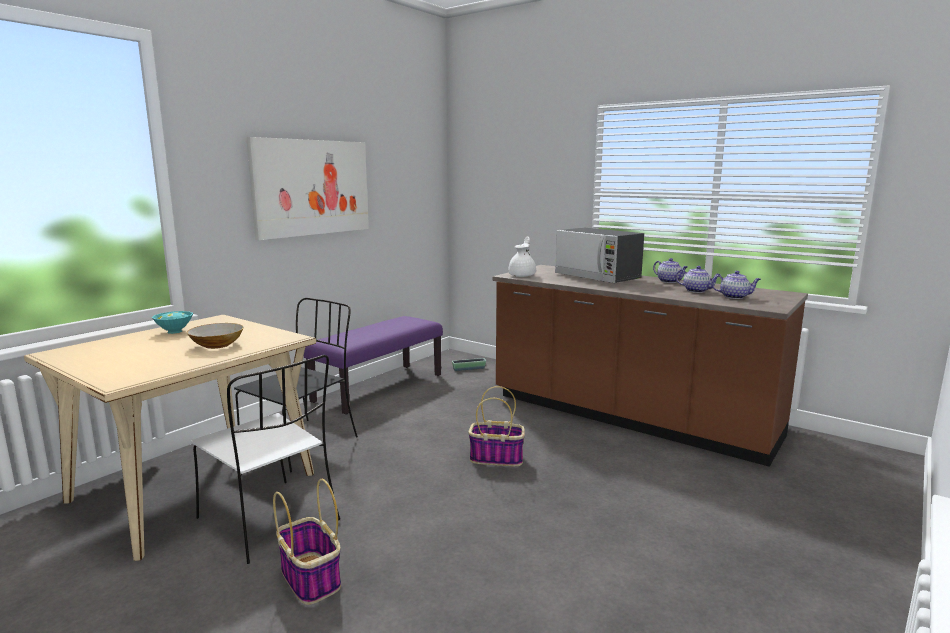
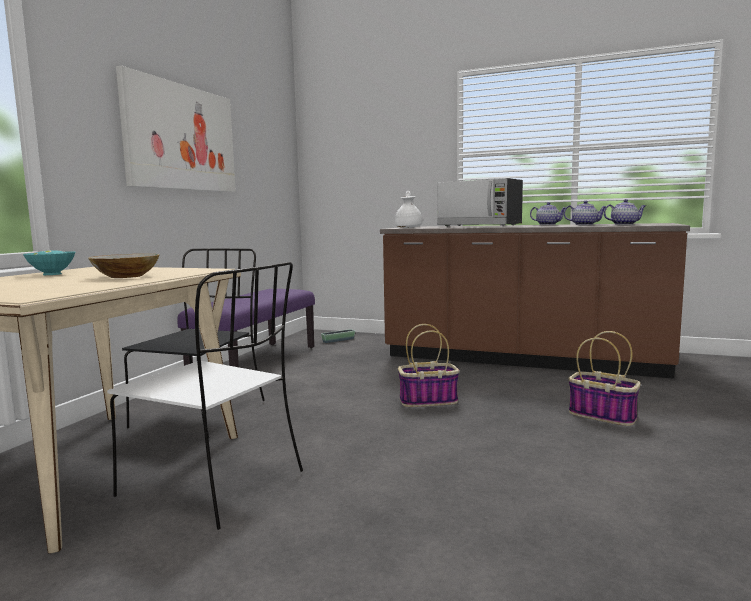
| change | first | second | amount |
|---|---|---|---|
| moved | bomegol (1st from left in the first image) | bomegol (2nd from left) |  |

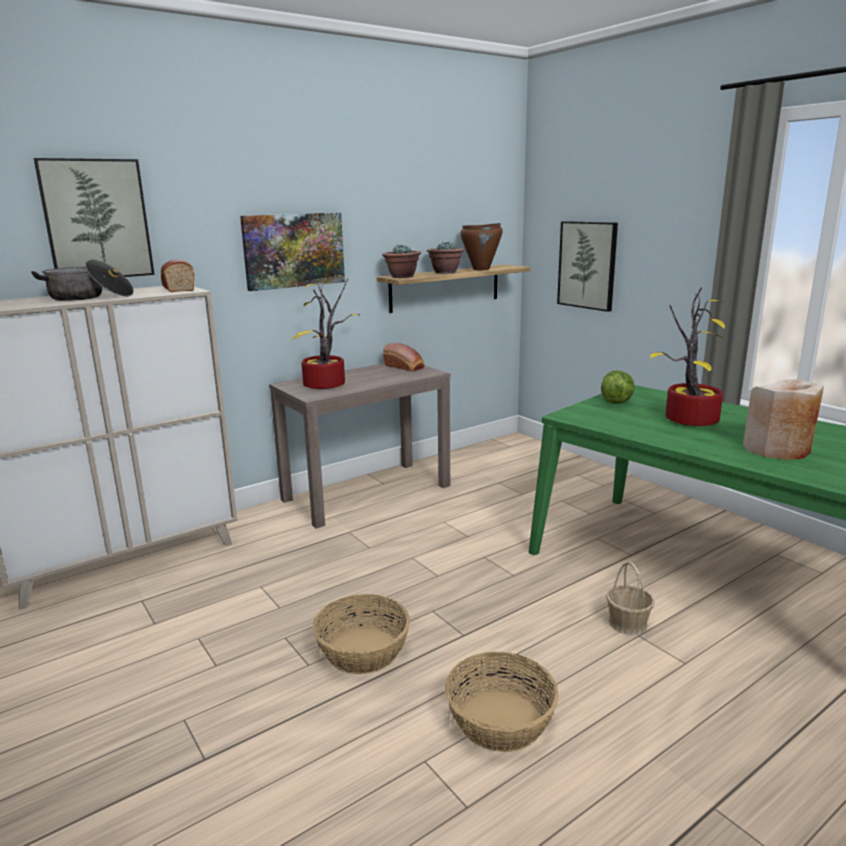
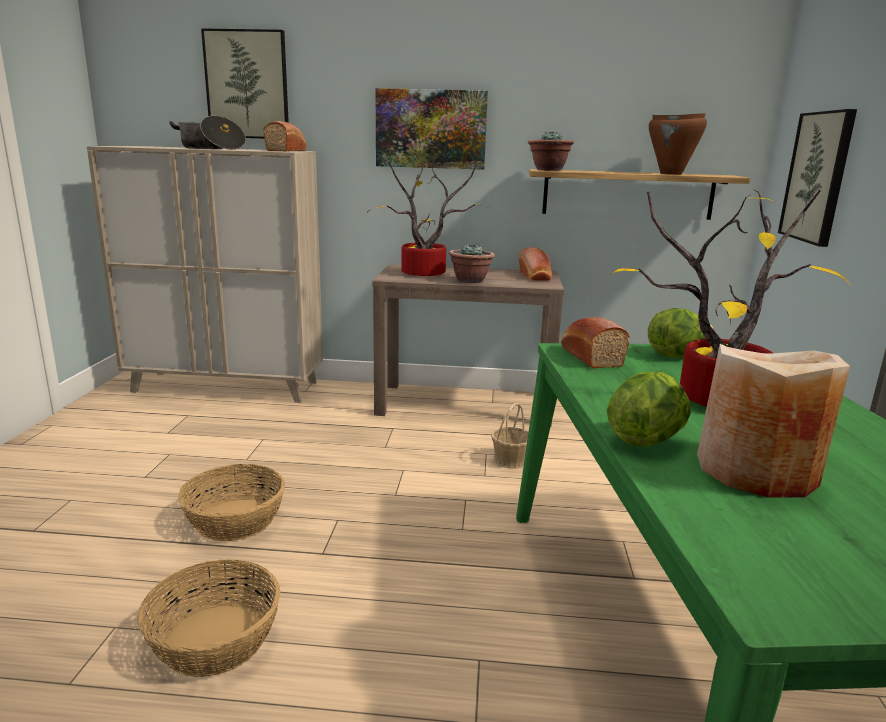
| change | first | second | amount |
|---|---|---|---|
| moved | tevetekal (3rd from left in the first image) | tevetekal (2nd from left) |  |
| moved | bomegol (3rd from left) |  |  |
| added |  | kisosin (3rd from left) |  |
| added |  | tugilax (1st from left) |  |

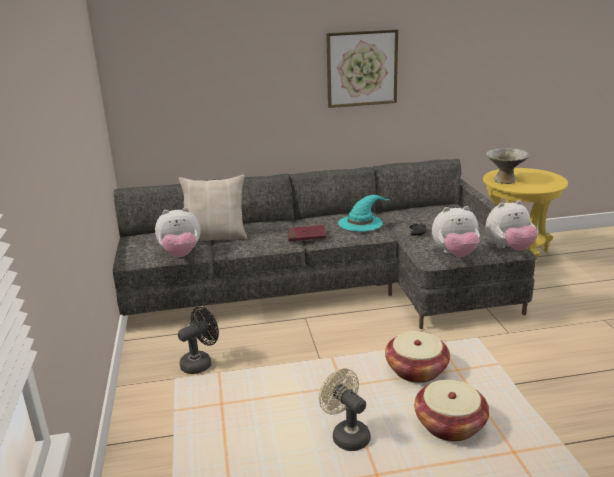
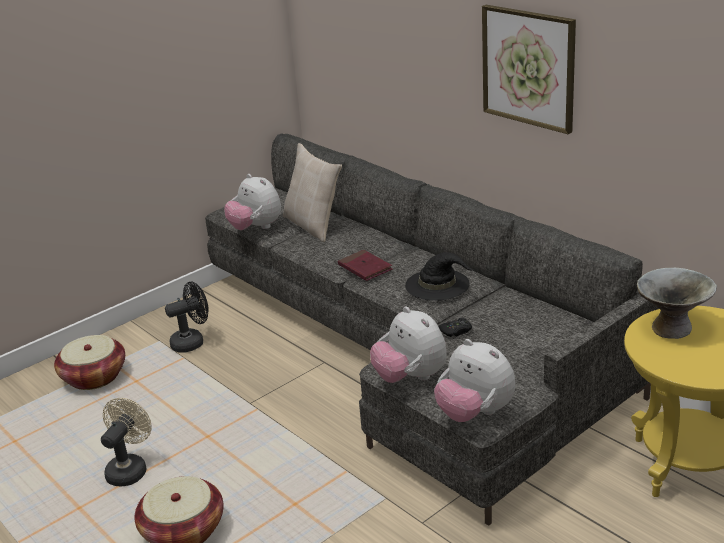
| change | first | second | amount |
|---|---|---|---|
| recoloured | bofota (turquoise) | bofota (black) |  |
| turned | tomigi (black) |  | 45 degrees counterclockwise |
| moved | bomegol (1st from left) |  |  |

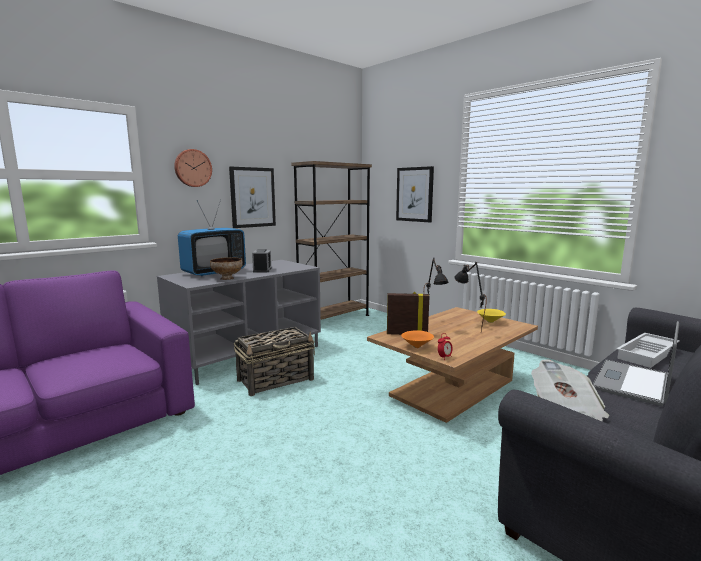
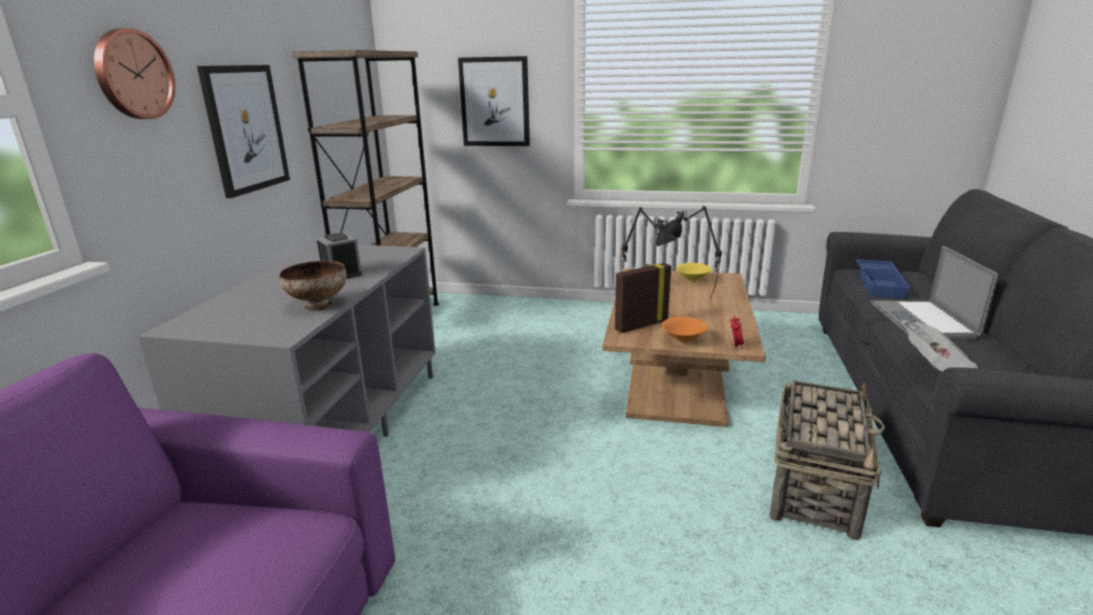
| change | first | second | amount |
|---|---|---|---|
| removed | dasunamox |  |  |
| moved | bomegol |  |  |
| recoloured | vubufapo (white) | vubufapo (blue) |  |

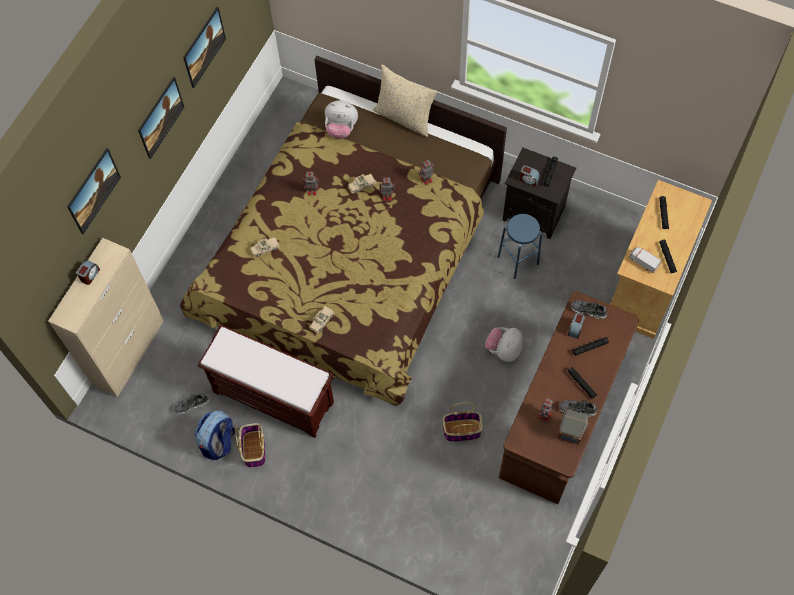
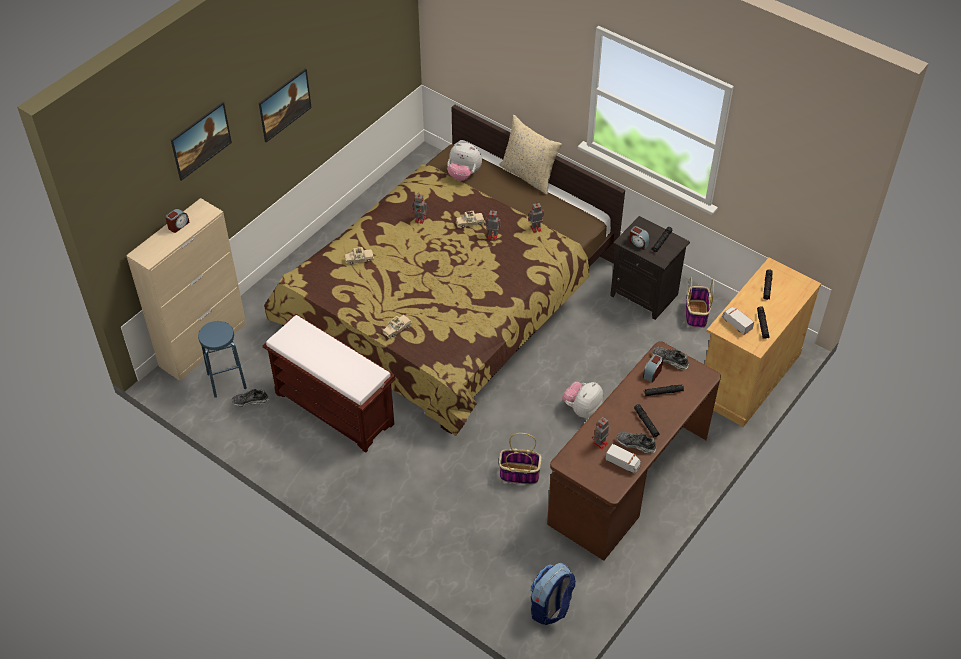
| change | first | second | amount |
|---|---|---|---|
| removed | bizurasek (3rd from left) |  |  |
| moved | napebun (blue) |  |  |
| replaced | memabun | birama (1st from left) |  |
| moved | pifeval |  |  |
| moved | bomegol (1st from left in the first image) | bomegol (2nd from left) |  |

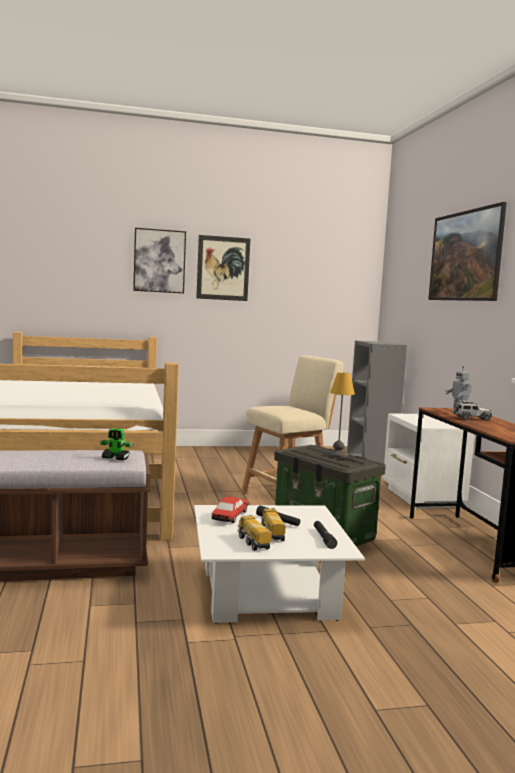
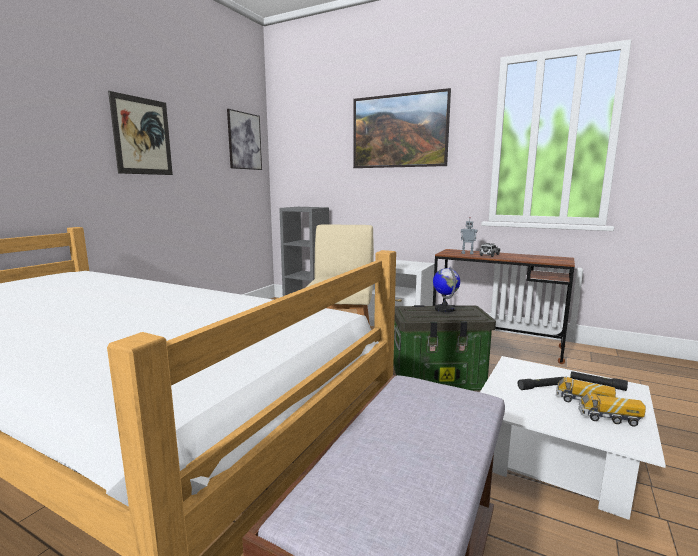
| change | first | second | amount |
|---|---|---|---|
| moved | bizurasek (1st from left in the first image) | bizurasek (2nd from left) |  |
| replaced | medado | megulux |  |
| removed | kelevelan (1st from left) |  |  |
| removed | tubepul (1st from left) |  |  |

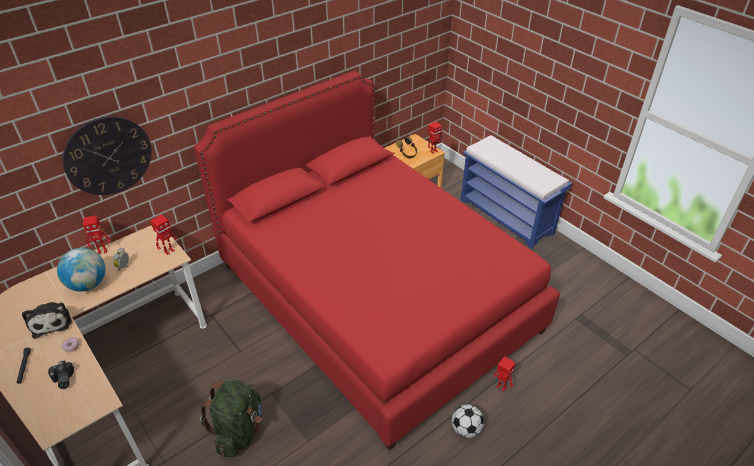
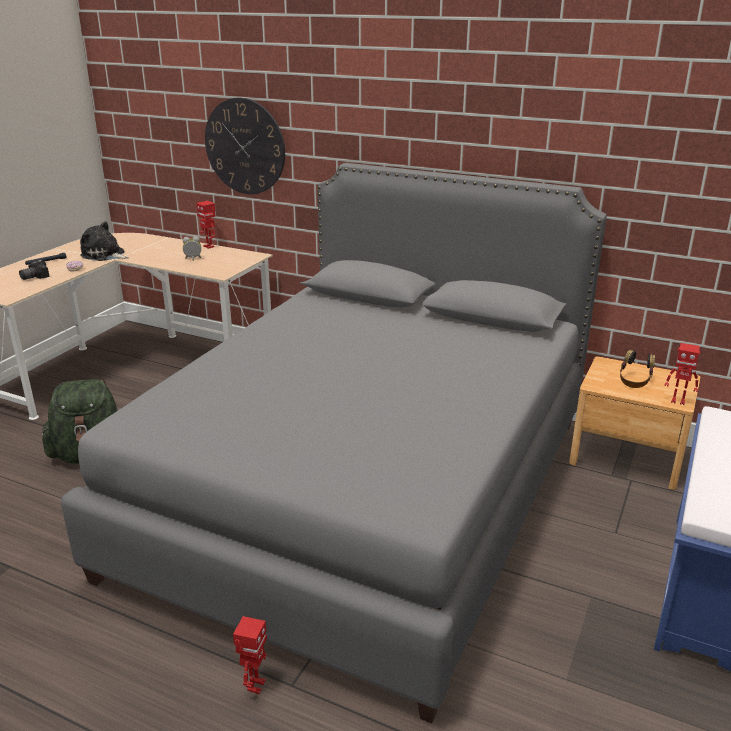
| change | first | second | amount |
|---|---|---|---|
| recoloured | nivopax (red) | nivopax (grey) |  |
| removed | kelevelan (2nd from left) |  |  |
| removed | megulux |  |  |
| turned | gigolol |  | 75 degrees clockwise |
| removed | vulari |  |  |

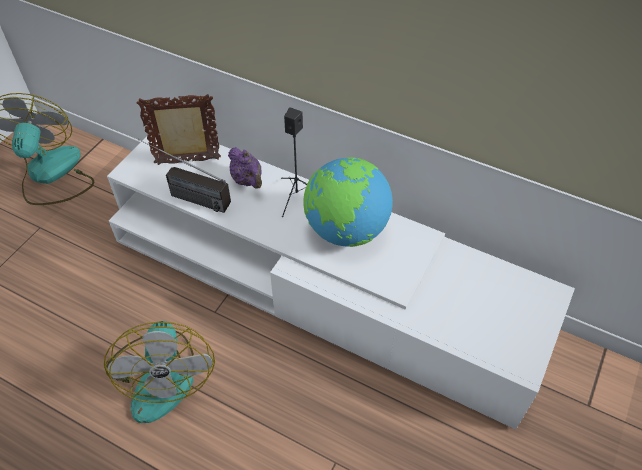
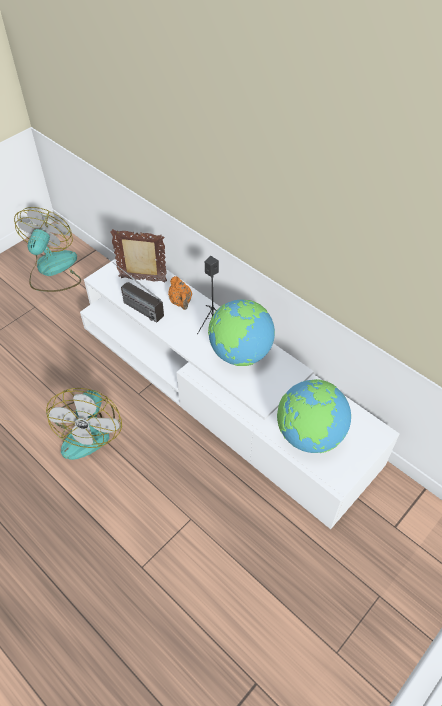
| change | first | second | amount |
|---|---|---|---|
| recoloured | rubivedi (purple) | rubivedi (orange) |  |
| added |  | megulux (2nd from left) |  |

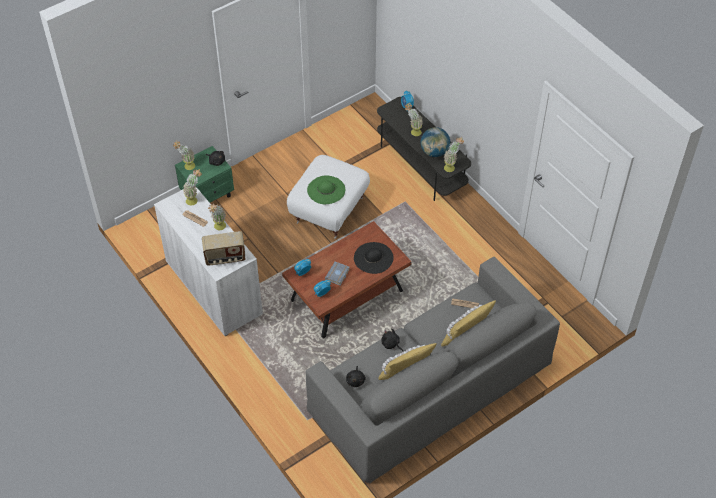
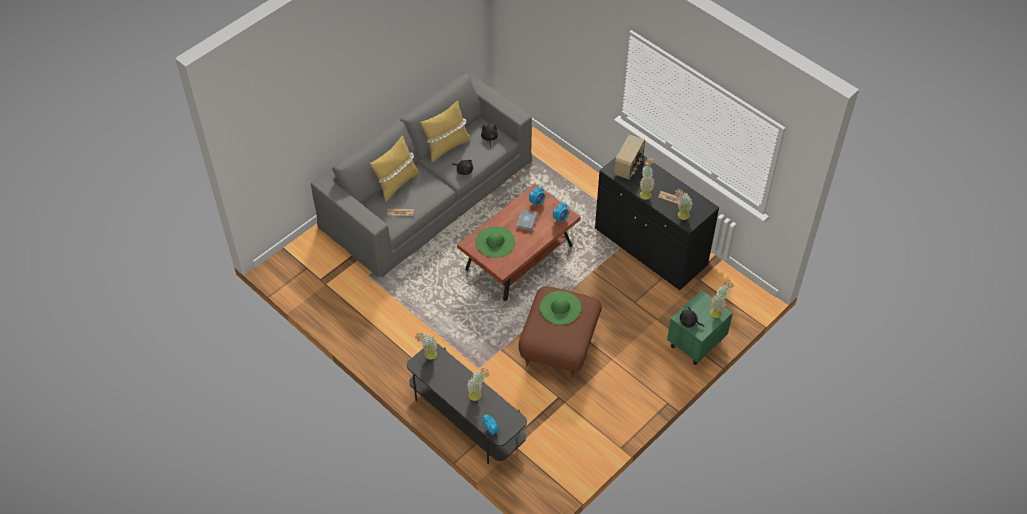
| change | first | second | amount |
|---|---|---|---|
| removed | megulux |  |  |
| recoloured | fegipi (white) | fegipi (brown) |  |
| recoloured | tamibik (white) | tamibik (black) |  |
| turned | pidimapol |  | 135 degrees clockwise |
| recoloured | bofota (black) | bofota (green) (1st from left) |  |

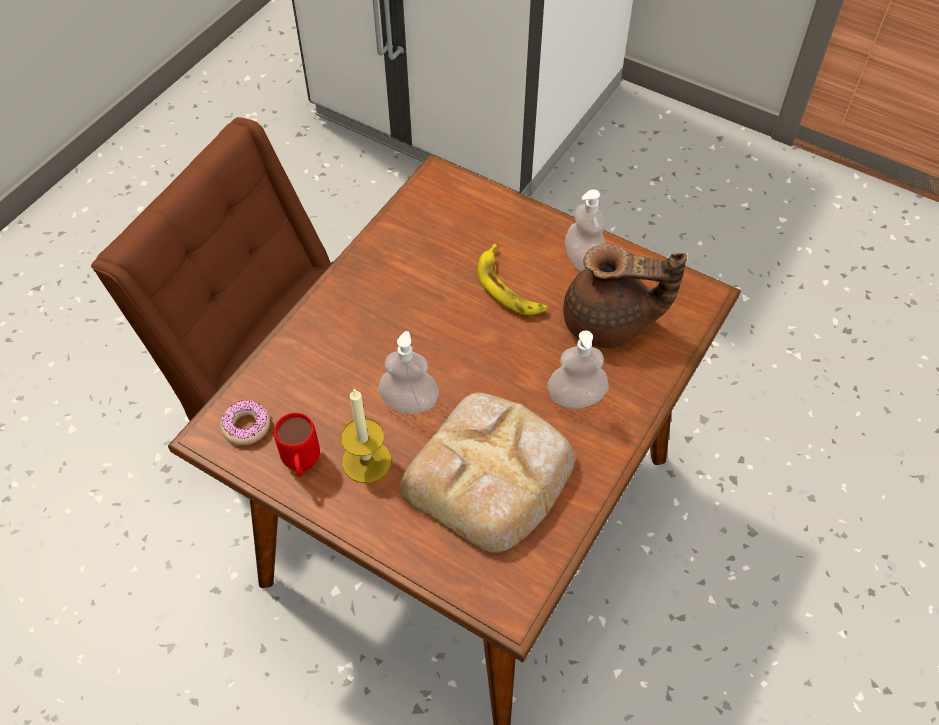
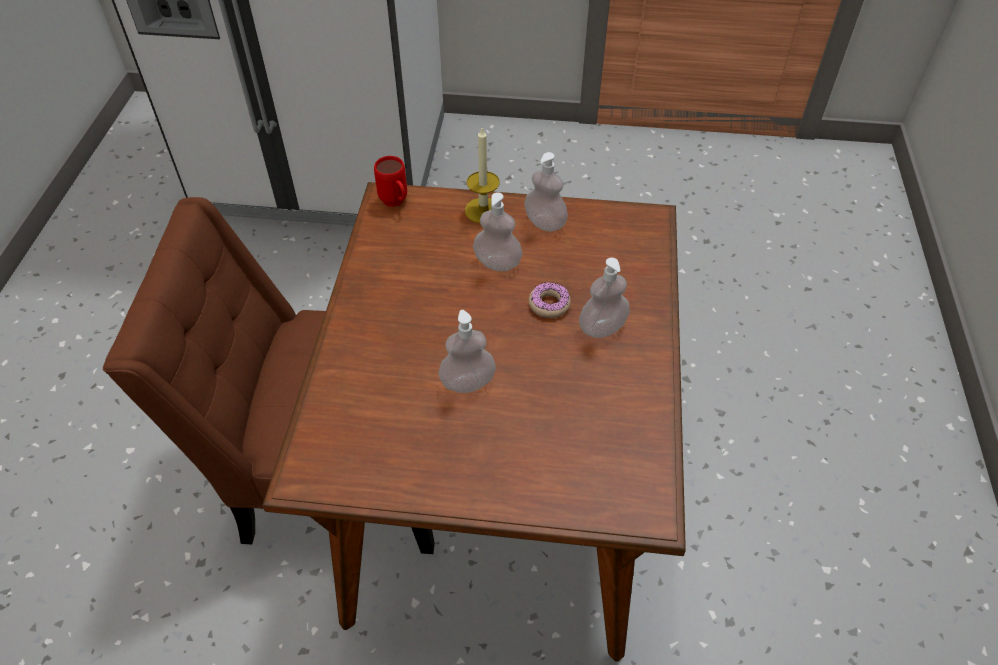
| change | first | second | amount |
|---|---|---|---|
| replaced | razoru | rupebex (2nd from left) |  |
| removed | rubivedi (brown) |  |  |
| moved | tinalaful |  |  |
| removed | kisosin |  |  |
| moved | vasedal |  |  |
| moved | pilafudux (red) |  |  |

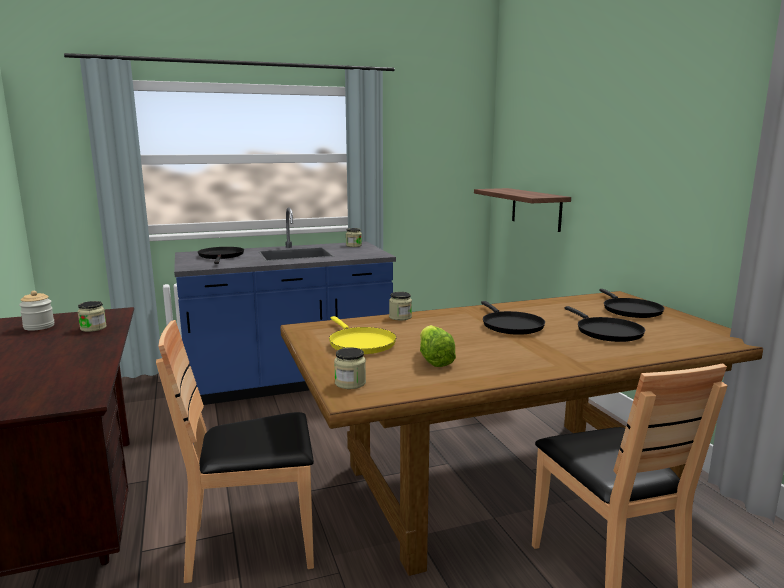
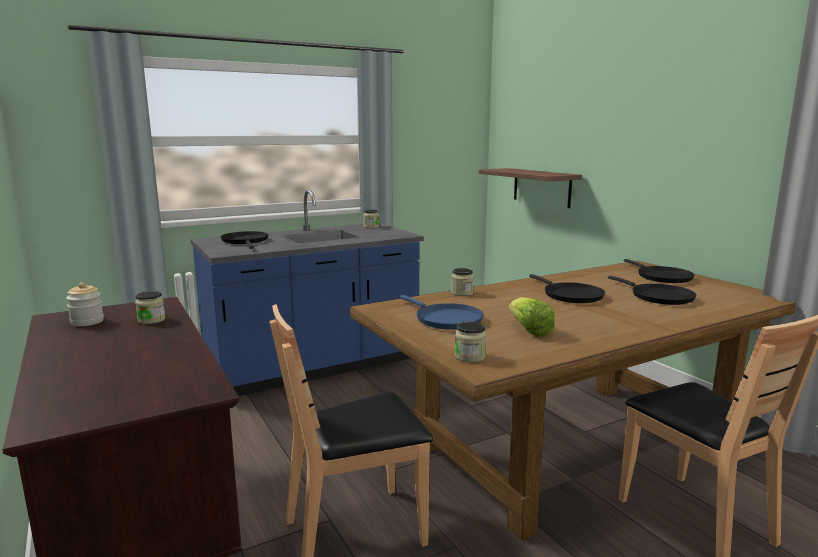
| change | first | second | amount |
|---|---|---|---|
| recoloured | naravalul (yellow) | naravalul (blue) |  |

